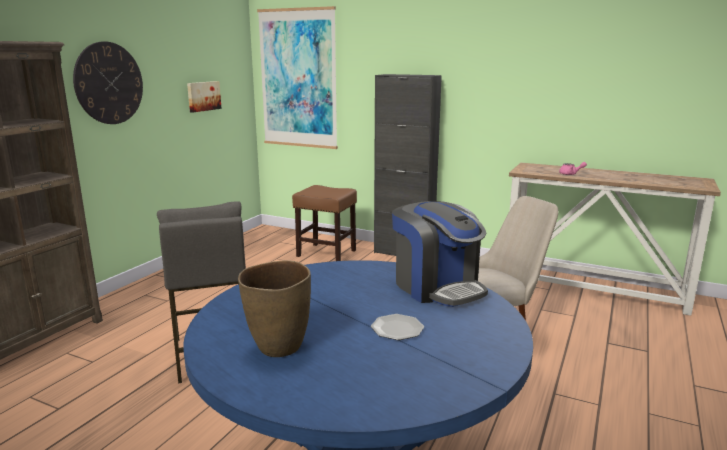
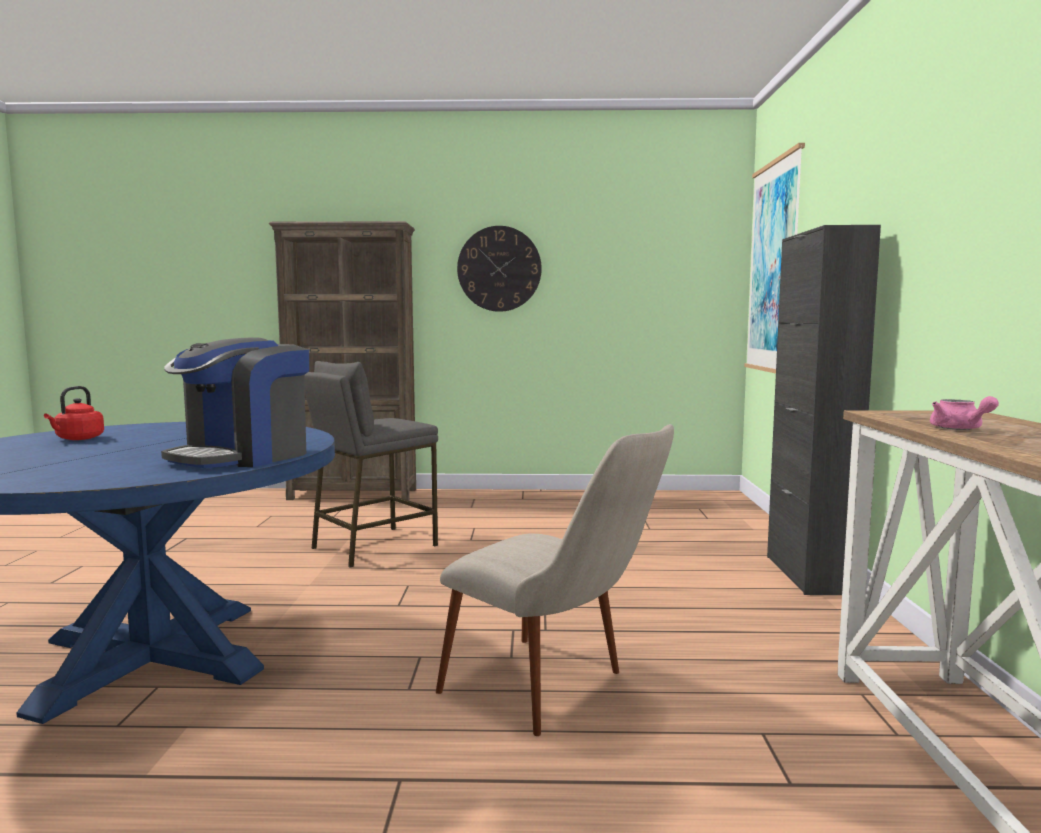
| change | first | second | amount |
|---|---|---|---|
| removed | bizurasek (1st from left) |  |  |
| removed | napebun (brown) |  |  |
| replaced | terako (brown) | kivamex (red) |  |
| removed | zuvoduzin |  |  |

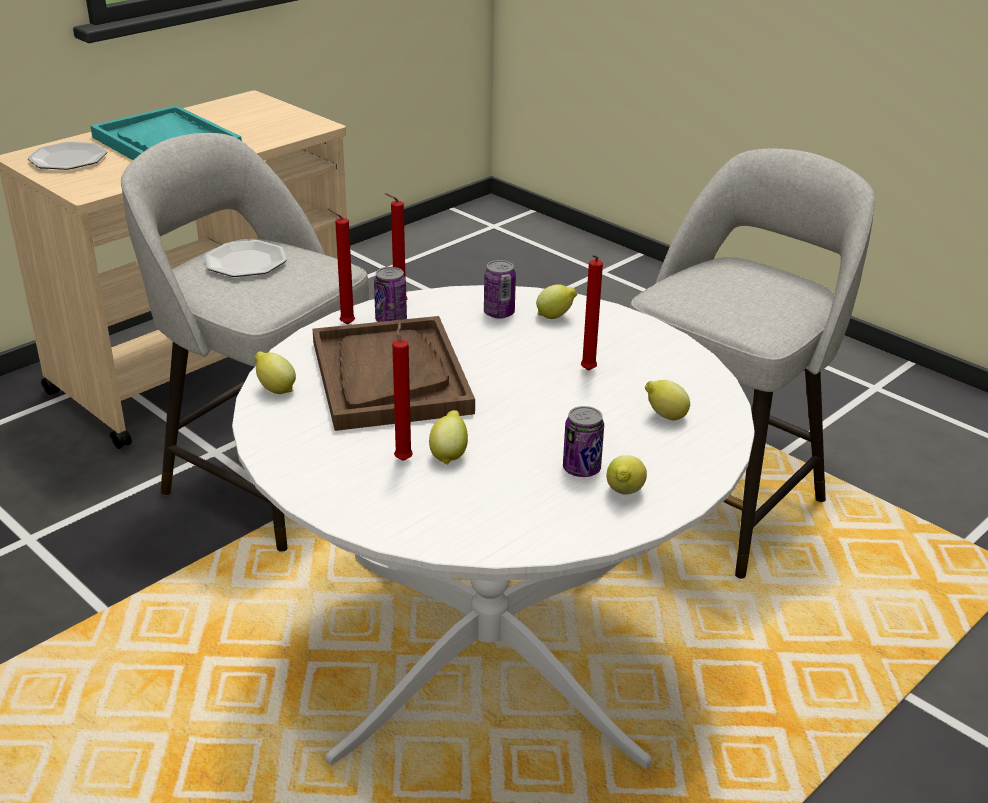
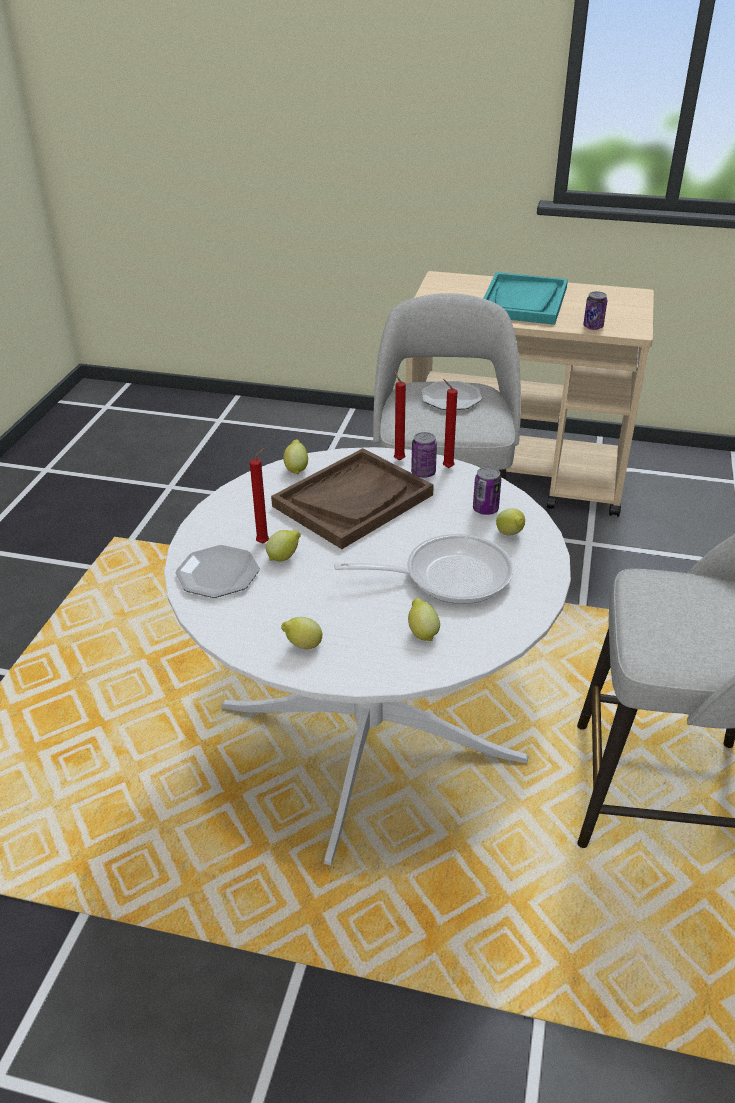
| change | first | second | amount |
|---|---|---|---|
| moved | zuvoduzin (1st from left) |  |  |
| replaced | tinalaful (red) (4th from left) | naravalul |  |
| moved | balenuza (3rd from left) |  |  |

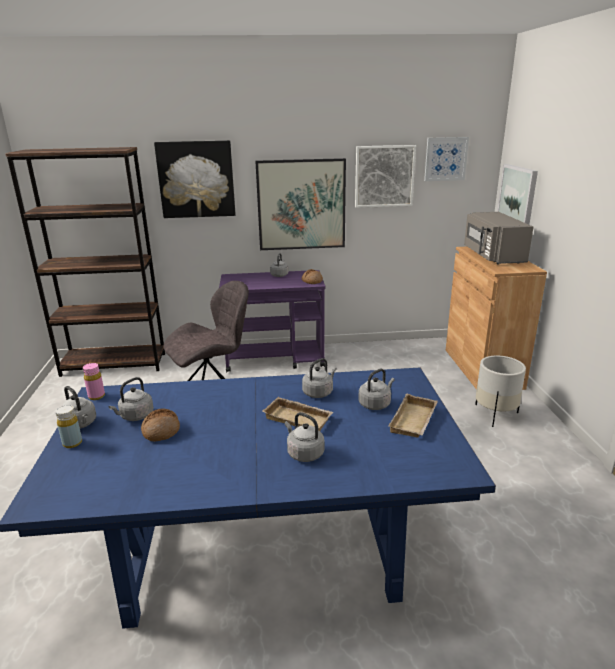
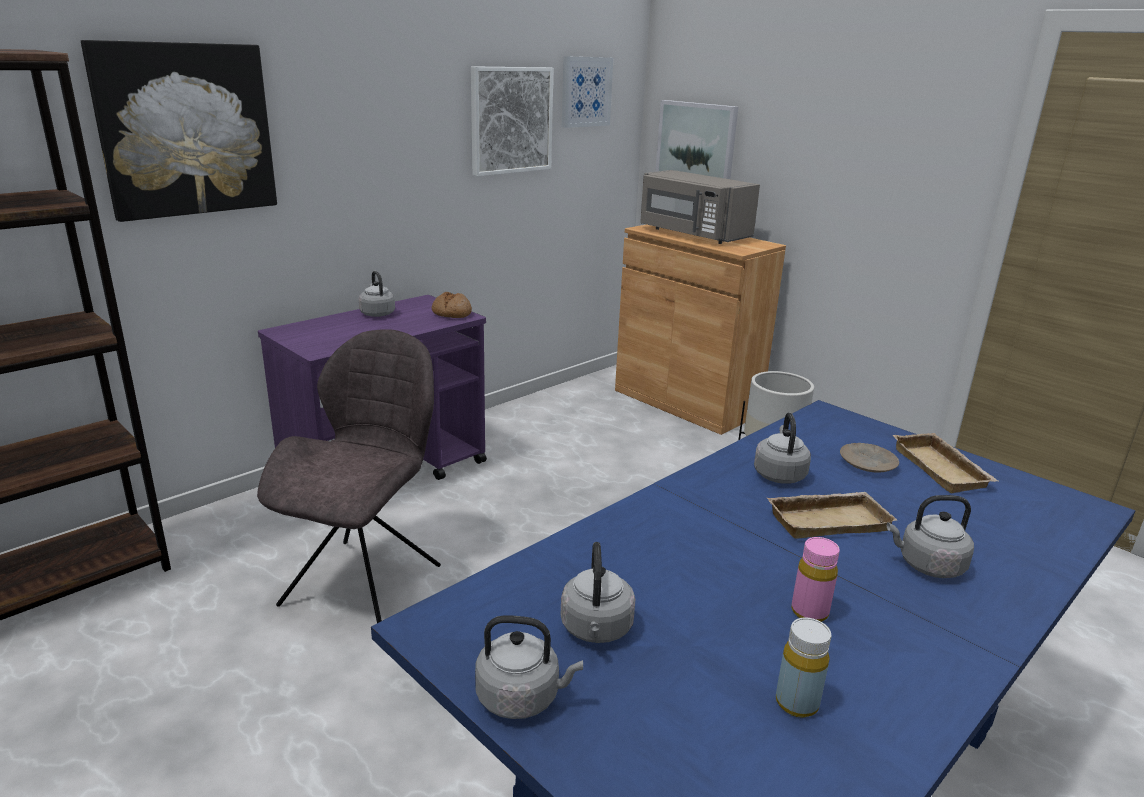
| change | first | second | amount |
|---|---|---|---|
| removed | bizurasek (2nd from left) |  |  |
| moved | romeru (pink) |  |  |
| replaced | kivamex (grey) (6th from left) | zuvoduzin (beige) |  |
| moved | romeru (yellow) |  |  |
| removed | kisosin (1st from left) |  |  |

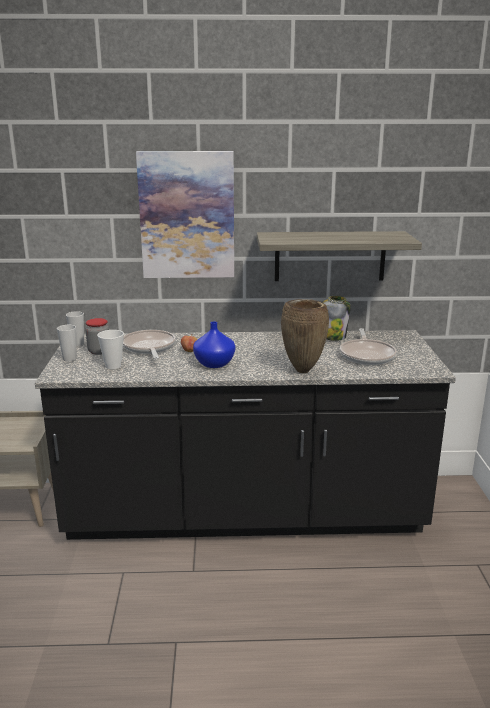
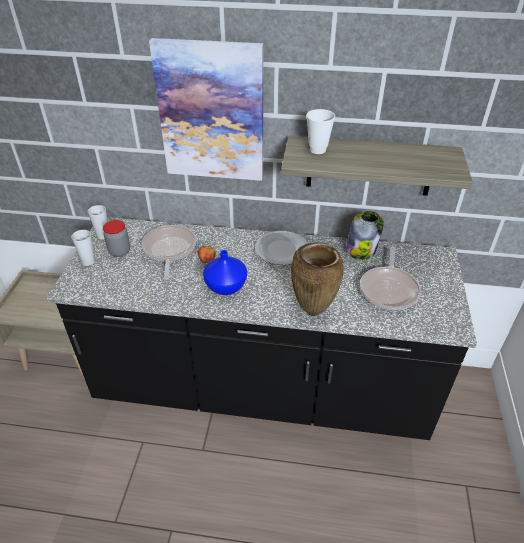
| change | first | second | amount |
|---|---|---|---|
| moved | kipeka (3rd from left) |  |  |
| added |  | zuvoduzin |  |

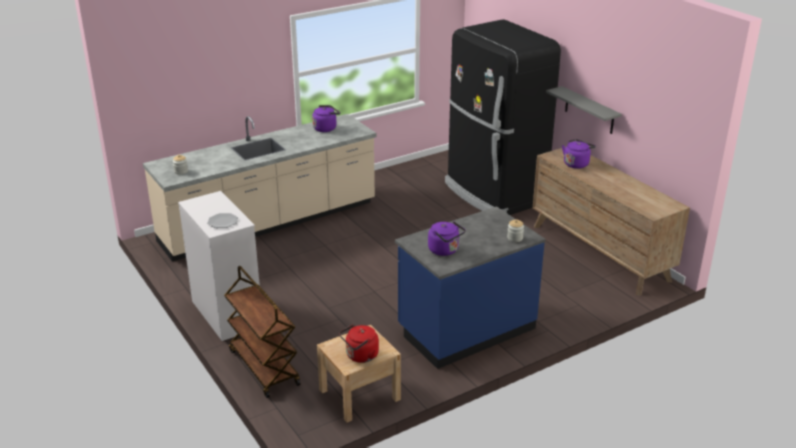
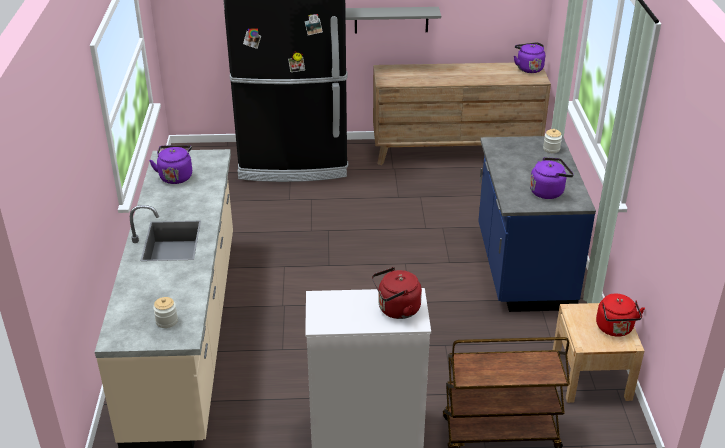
| change | first | second | amount |
|---|---|---|---|
| moved | kivamex (purple) (3rd from left in the first image) | kivamex (purple) (2nd from left) |  |
| replaced | zuvoduzin | kivamex (red) (1st from left) |  |

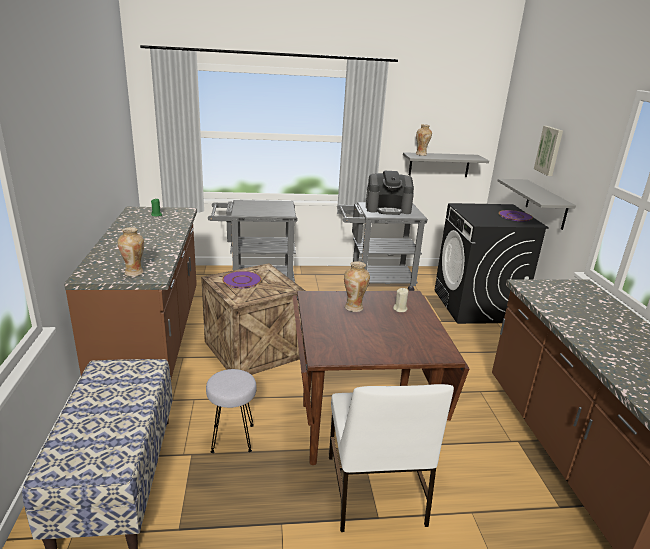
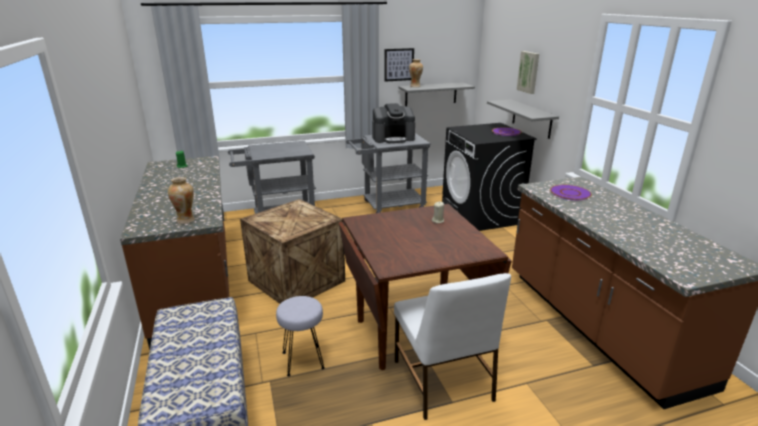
| change | first | second | amount |
|---|---|---|---|
| removed | terako (2nd from left) |  |  |
| moved | zuvoduzin (purple) (1st from left in the first image) | zuvoduzin (purple) (2nd from left) |  |
| added |  | bizurasek (1st from left) |  |

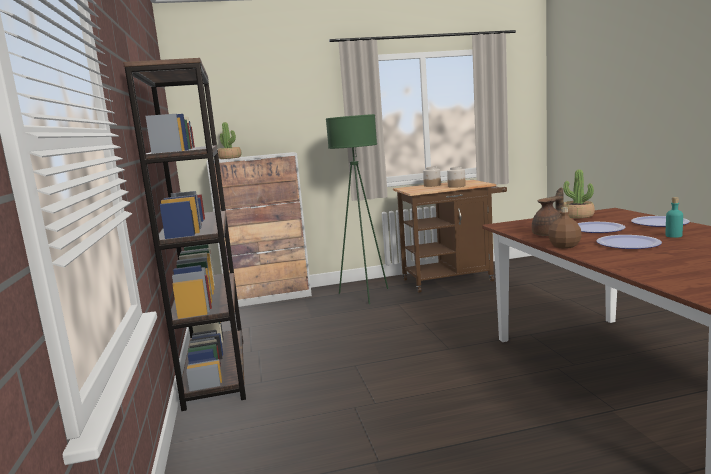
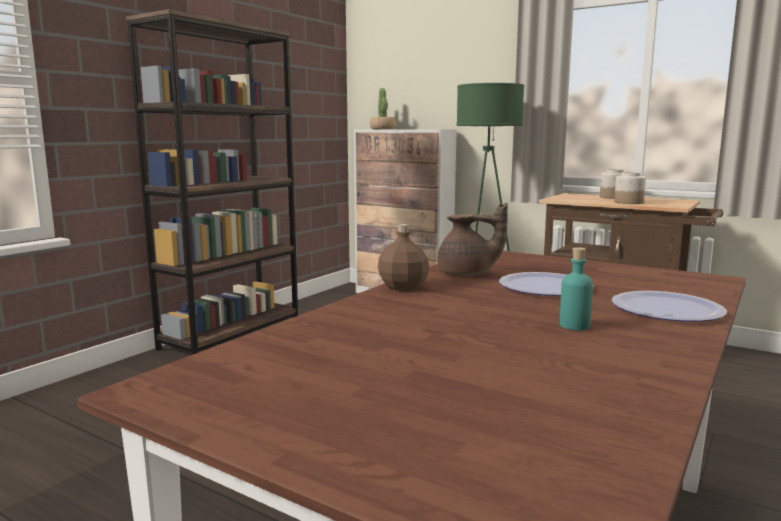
| change | first | second | amount |
|---|---|---|---|
| removed | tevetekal (2nd from left) |  |  |
| removed | zuvoduzin (2nd from left) |  |  |

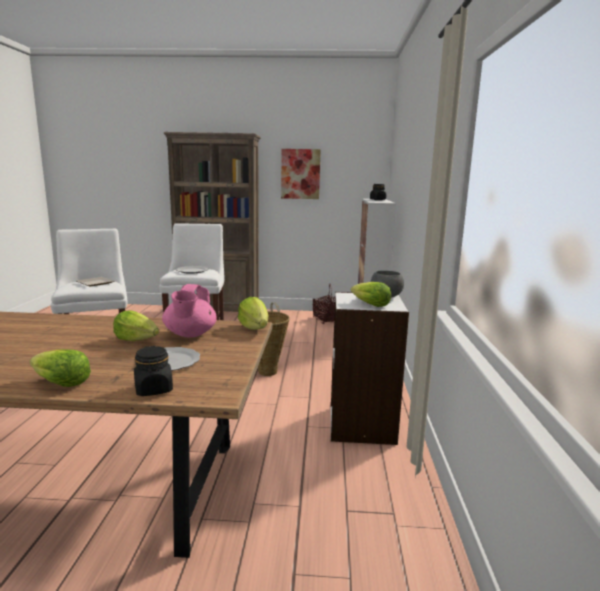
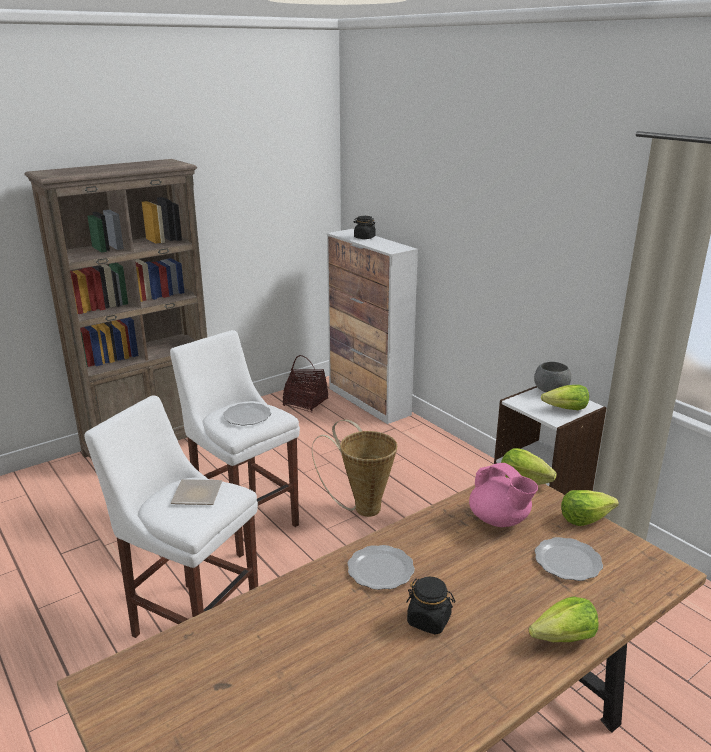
| change | first | second | amount |
|---|---|---|---|
| removed | bizurasek |  |  |
| moved | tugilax (2nd from left in the first image) | tugilax (4th from left) |  |
| moved | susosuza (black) (1st from left in the first image) | susosuza (black) (2nd from left) |  |
| added |  | zuvoduzin (3rd from left) |  |

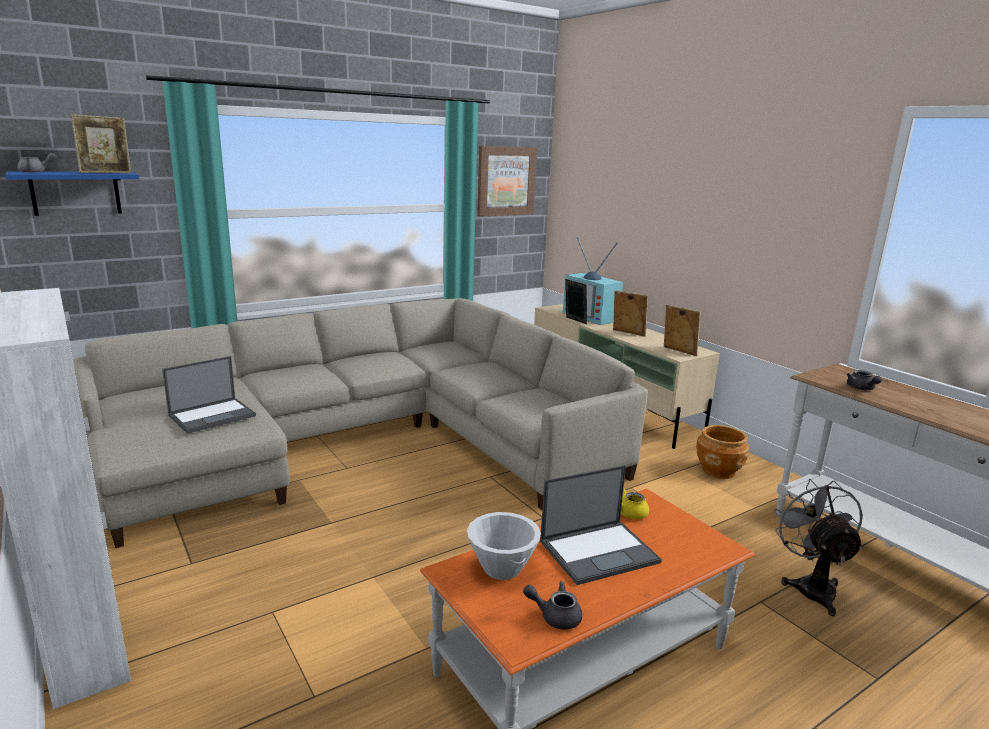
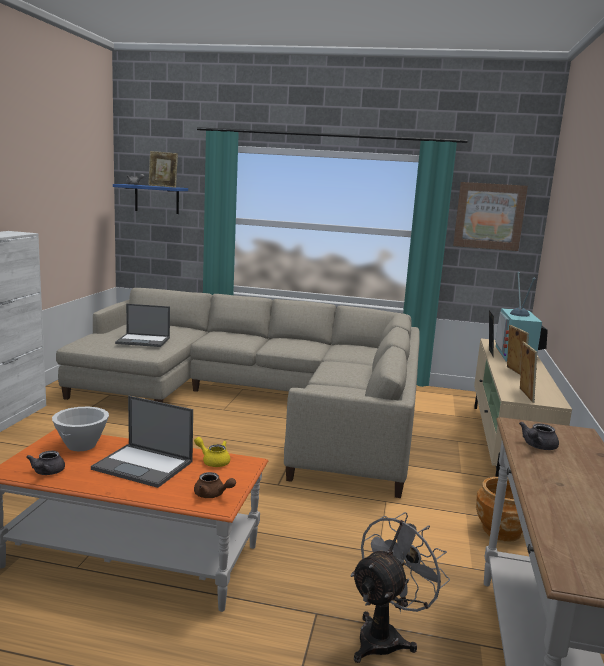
| change | first | second | amount |
|---|---|---|---|
| turned | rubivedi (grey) (2nd from left in the first image) | rubivedi (grey) (1st from left) | 150 degrees counterclockwise |
| added |  | rubivedi (brown) |  |

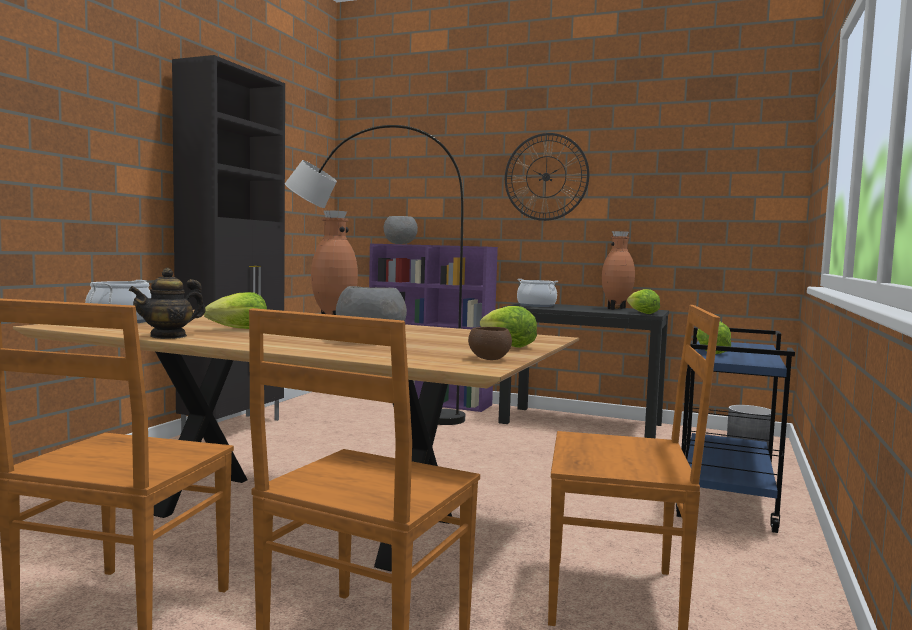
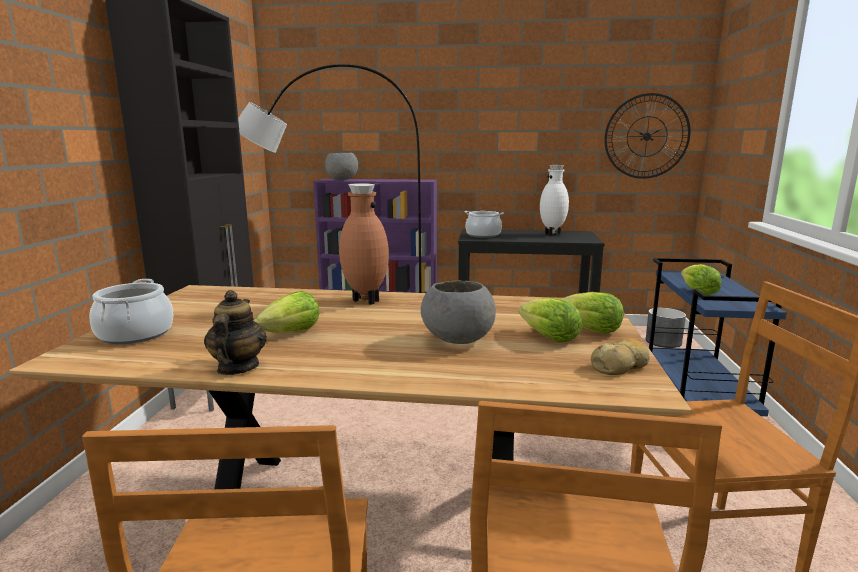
| change | first | second | amount |
|---|---|---|---|
| moved | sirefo |  |  |
| recoloured | terako (brown) (2nd from left) | terako (white) |  |
| turned | rubivedi |  | 150 degrees clockwise |
| moved | tugilax (3rd from left in the first image) | tugilax (2nd from left) |  |
| replaced | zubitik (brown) | kisosin |  |

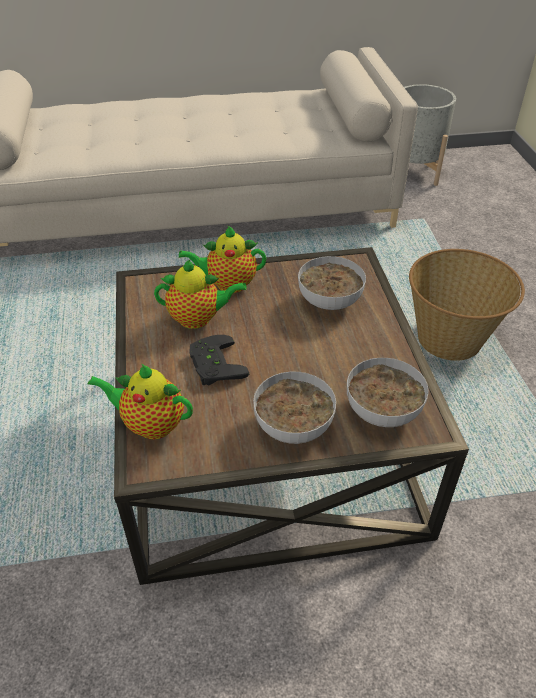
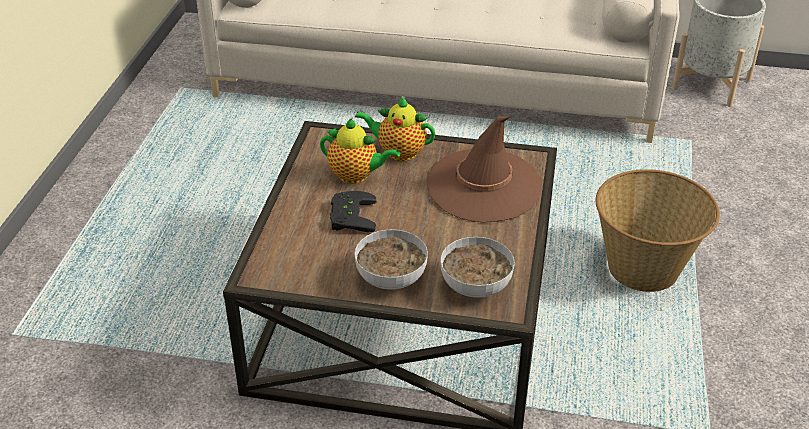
| change | first | second | amount |
|---|---|---|---|
| replaced | zubitik (2nd from left) | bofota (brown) |  |
| removed | rubivedi (1st from left) |  |  |

